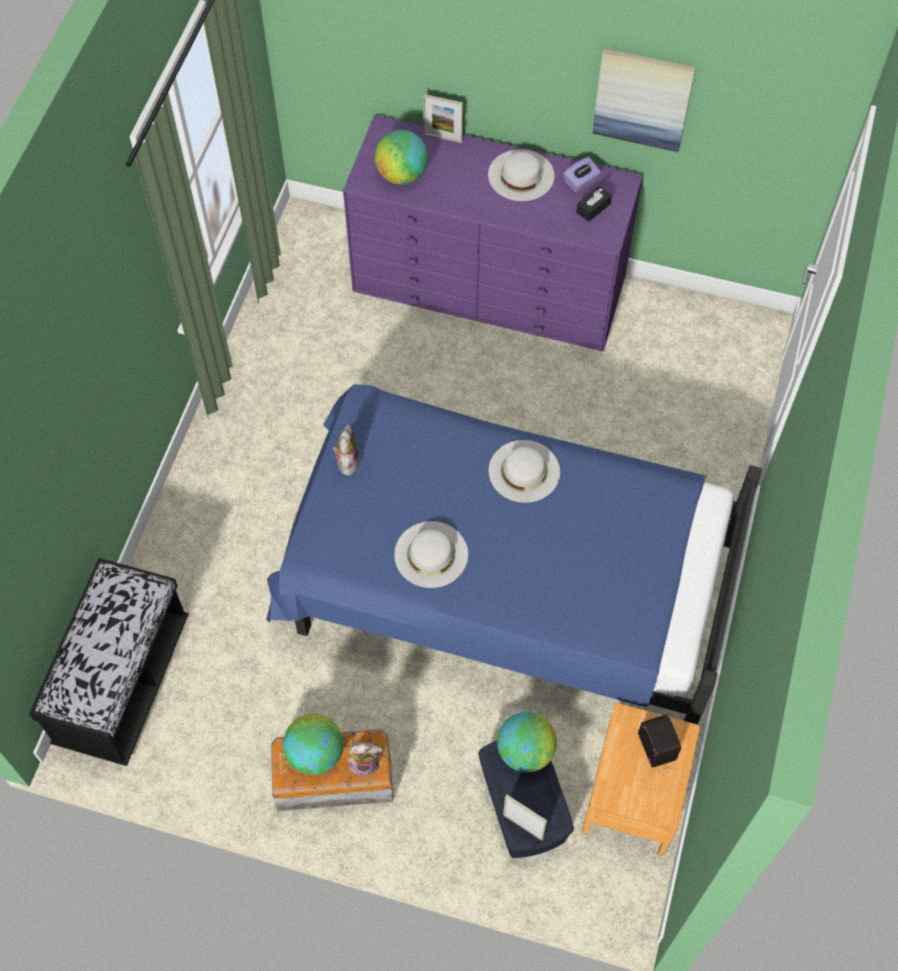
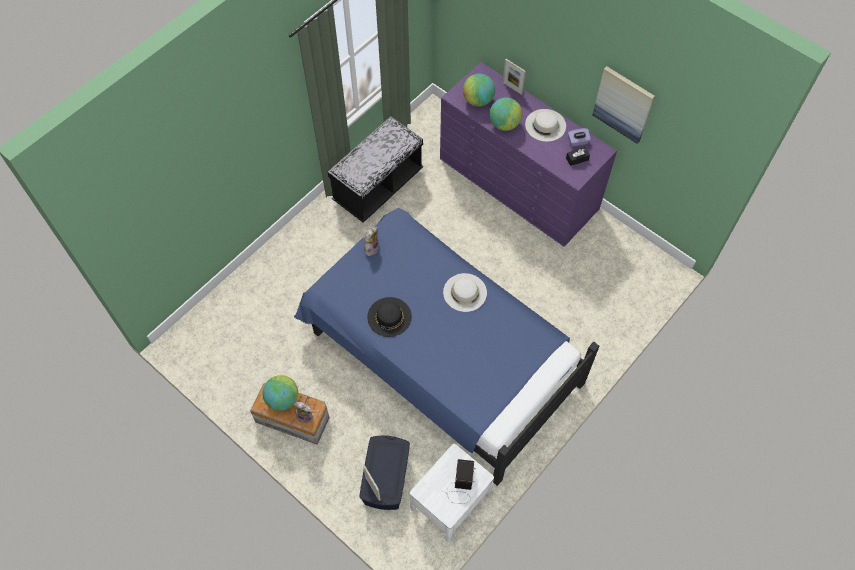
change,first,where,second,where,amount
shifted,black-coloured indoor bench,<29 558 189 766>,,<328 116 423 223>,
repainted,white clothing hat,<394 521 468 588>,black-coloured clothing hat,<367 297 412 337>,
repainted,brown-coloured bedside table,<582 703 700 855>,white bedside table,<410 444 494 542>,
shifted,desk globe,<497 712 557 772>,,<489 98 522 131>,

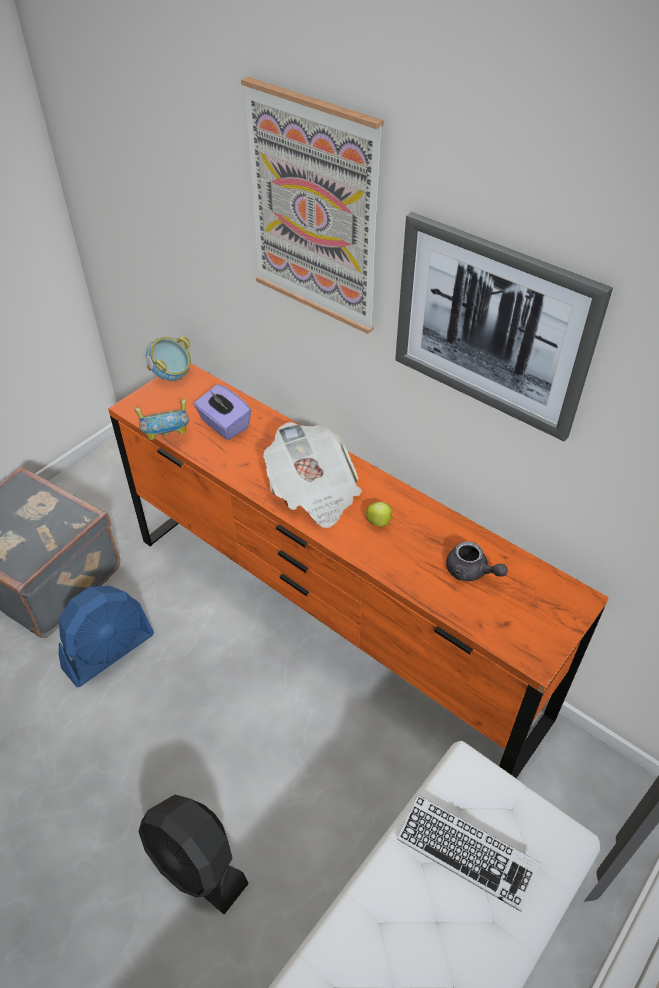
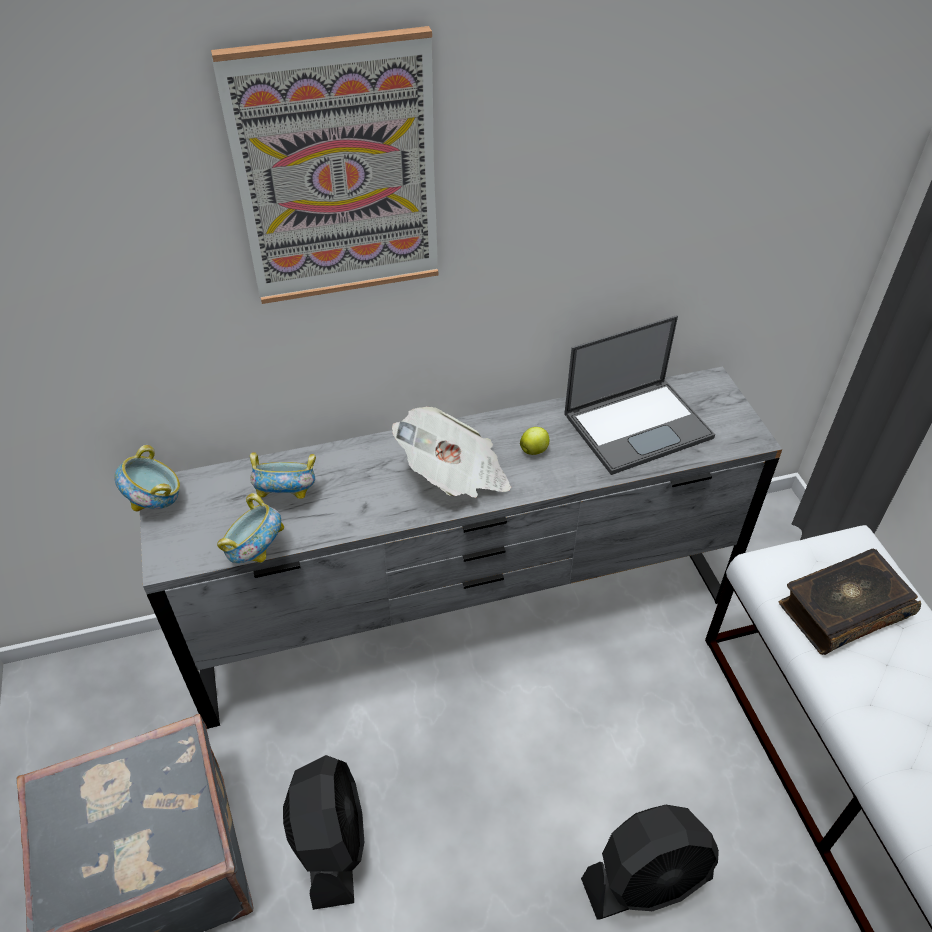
change,first,where,second,where,amount
repainted,orange-coloured drawer chest,<108 363 609 778>,grey drawer chest,<140 366 782 729>,
swapped,purple-coloured tissue holder,<194 384 251 440>,bowl,<250 452 316 499>,
repainted,bluish cooling fan,<59 586 154 687>,black-coloured cooling fan,<283 755 364 910>,
swapped,grey teapot,<446 541 508 581>,laptop,<564 315 715 475>,
swapped,computer keyboard,<397 795 541 912>,volume,<779 548 921 655>,
gone,wall art,<395 212 613 441>,,,

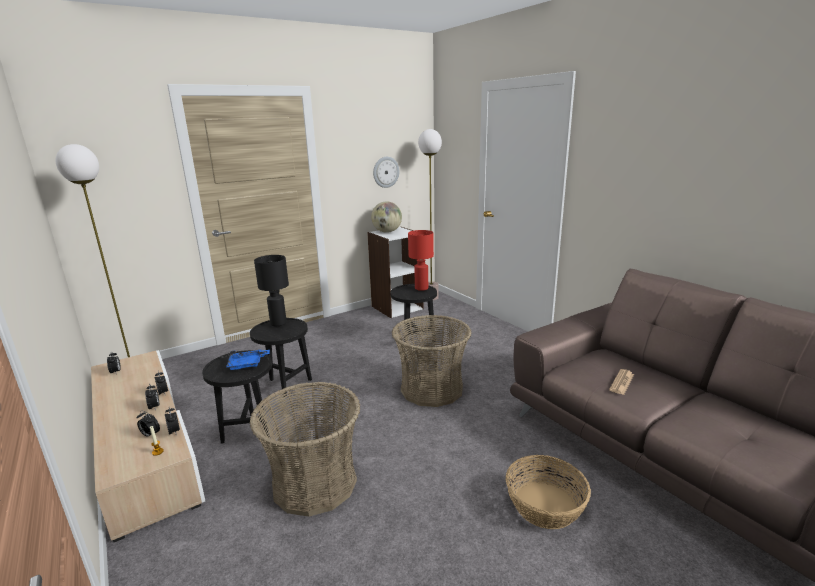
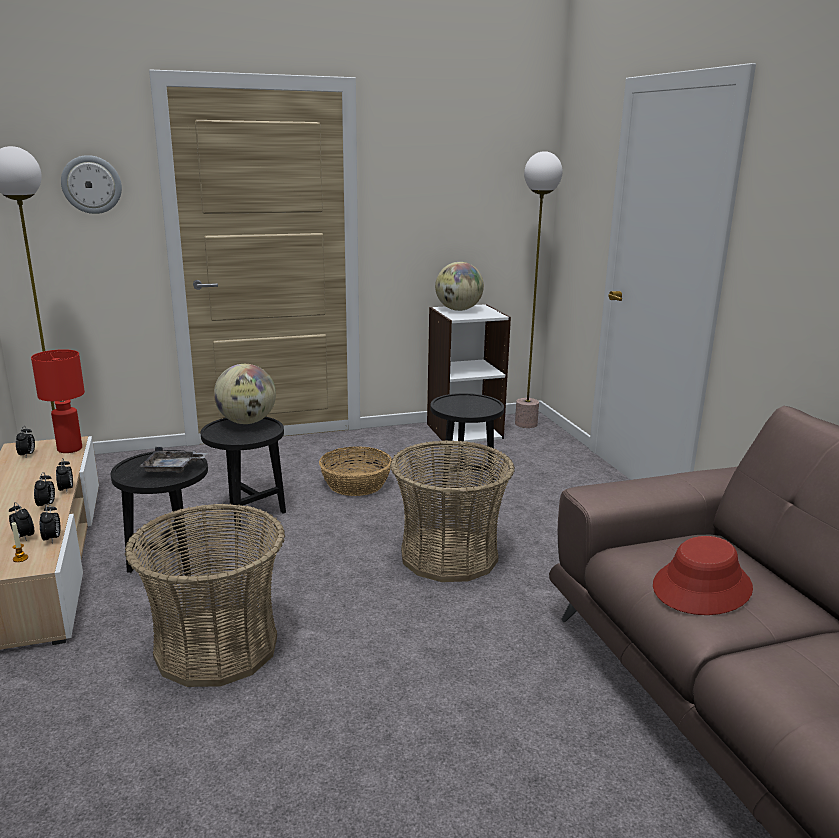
change,first,where,second,where,amount
shifted,red-coloured lamp for a table,<408 230 434 291>,,<31 349 85 453>,
shifted,clock on the wall,<373 157 400 188>,,<61 155 122 214>,
repainted,bluish carrying tray,<226 349 270 370>,grey carrying tray,<139 447 207 473>,
swapped,black-coloured lamp for a table,<254 255 289 326>,desk globe,<214 364 276 424>,
shifted,household basket,<505 455 591 529>,,<319 446 392 496>,
swapped,newspaper,<609 369 634 395>,red-coloured clothing hat,<653 536 753 615>,

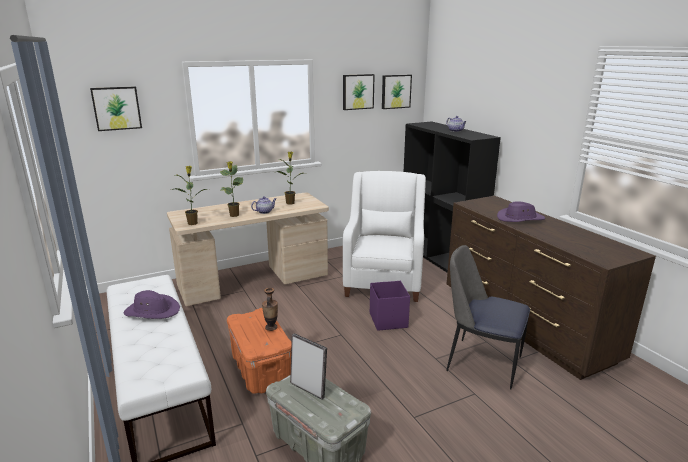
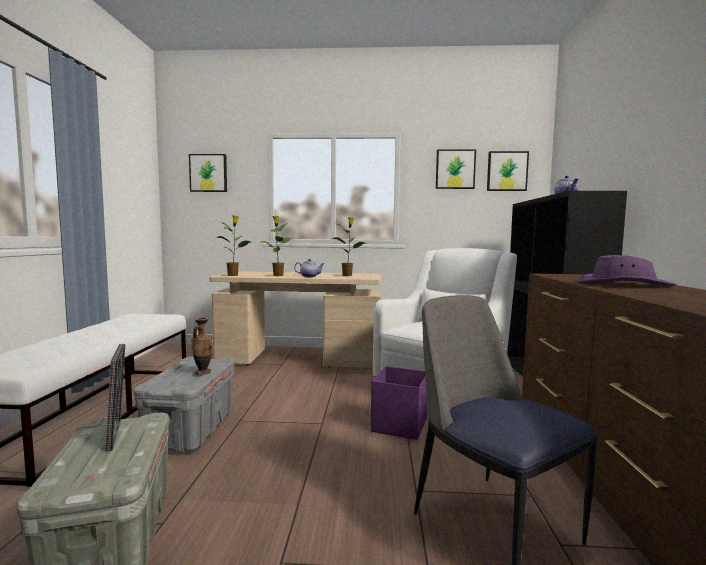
change,first,where,second,where,amount
repainted,orange-coloured storage bin,<227 308 292 394>,grey storage bin,<134 357 235 453>,
gone,purple-coloured clothing hat,<124 290 180 319>,,,

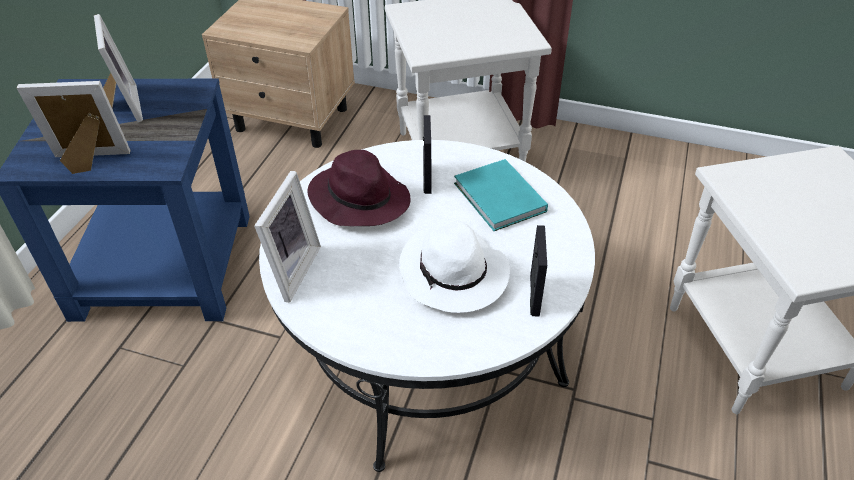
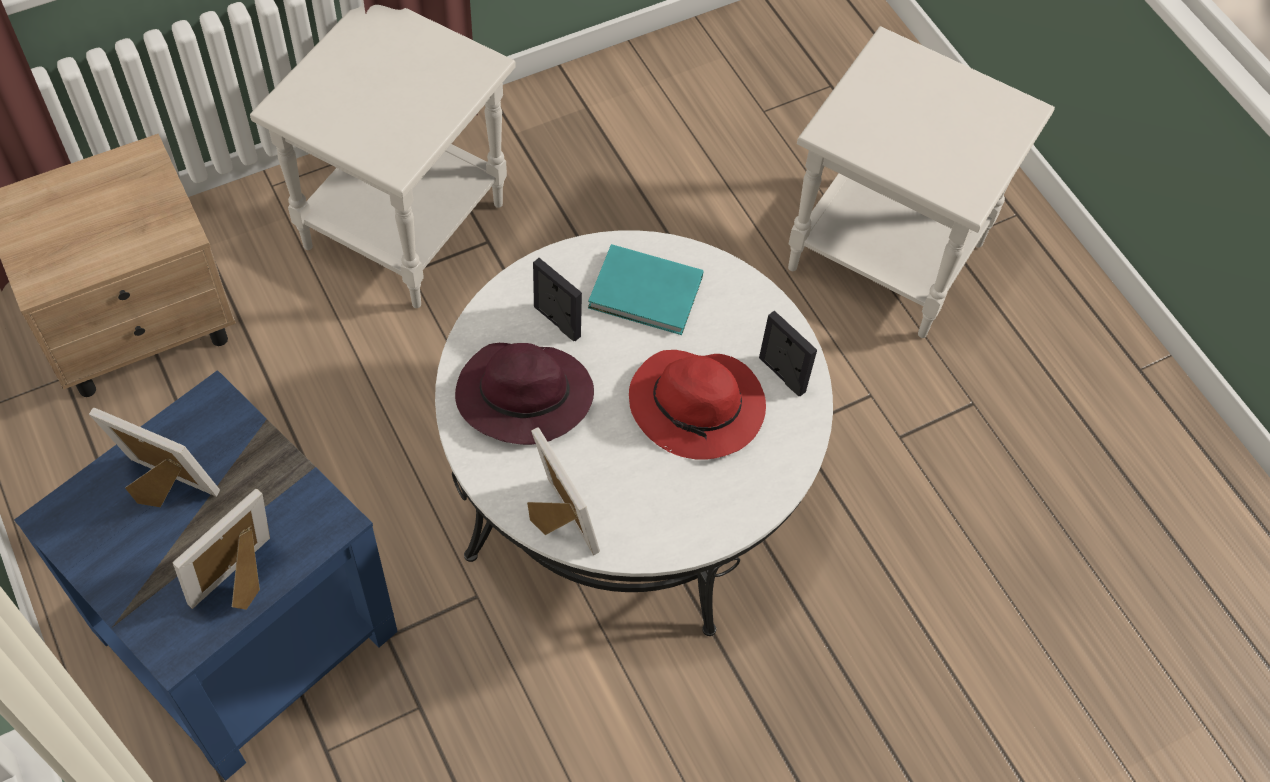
change,first,where,second,where,amount
repainted,white clothing hat,<399 219 510 313>,red-coloured clothing hat,<629 350 766 460>,

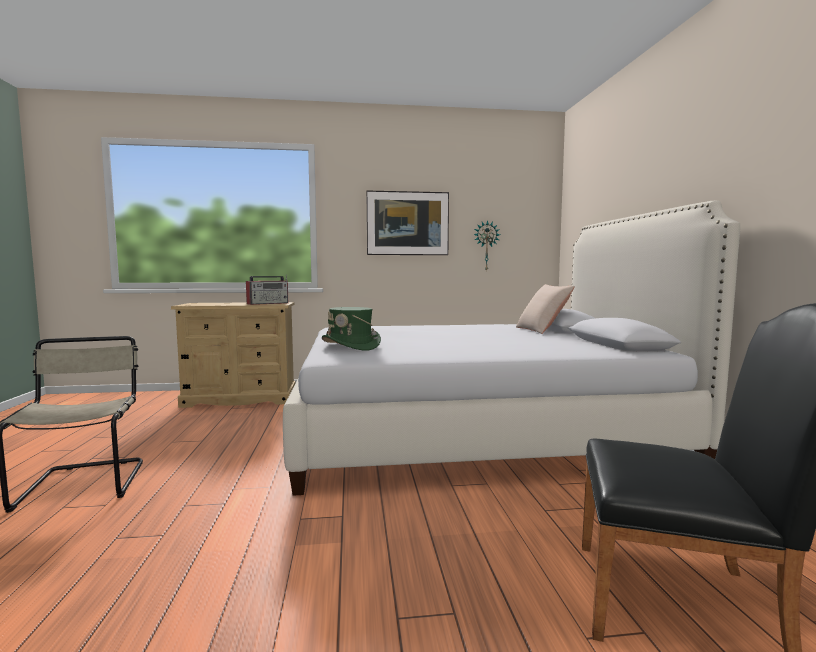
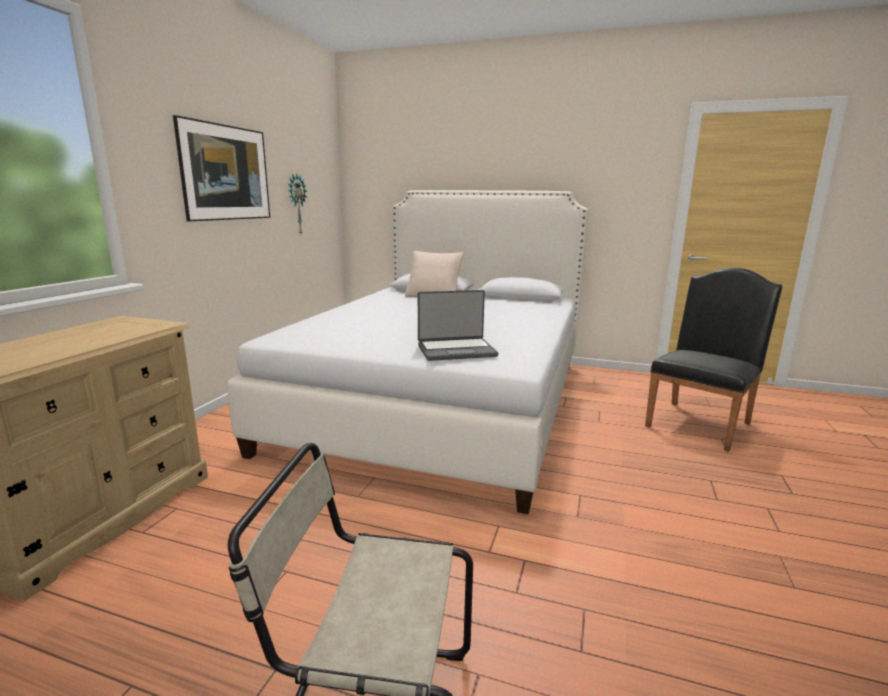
change,first,where,second,where,amount
swapped,green clothing hat,<322 307 381 351>,laptop,<418 290 498 361>,
gone,radio receiver,<246 275 288 305>,,,

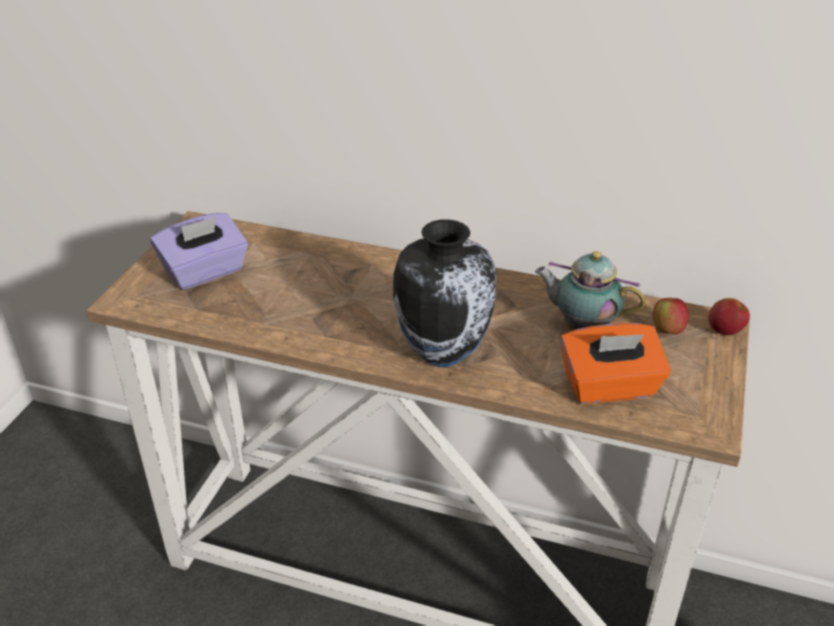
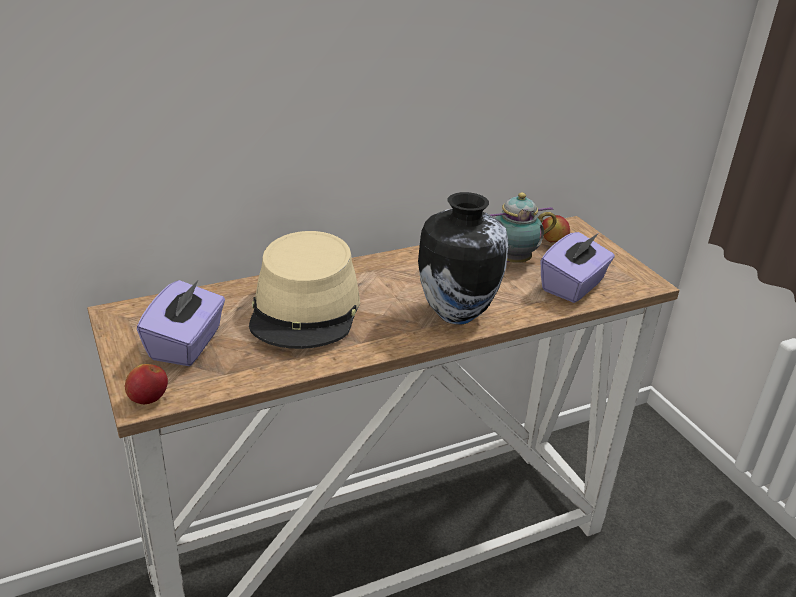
change,first,where,second,where,amount
shifted,whole apple,<708 298 750 335>,,<125 364 168 404>,
new,,,beige clothing hat,<249 231 360 349>,
repainted,orange-coloured tissue holder,<560 323 671 404>,purple-coloured tissue holder,<541 232 615 303>,

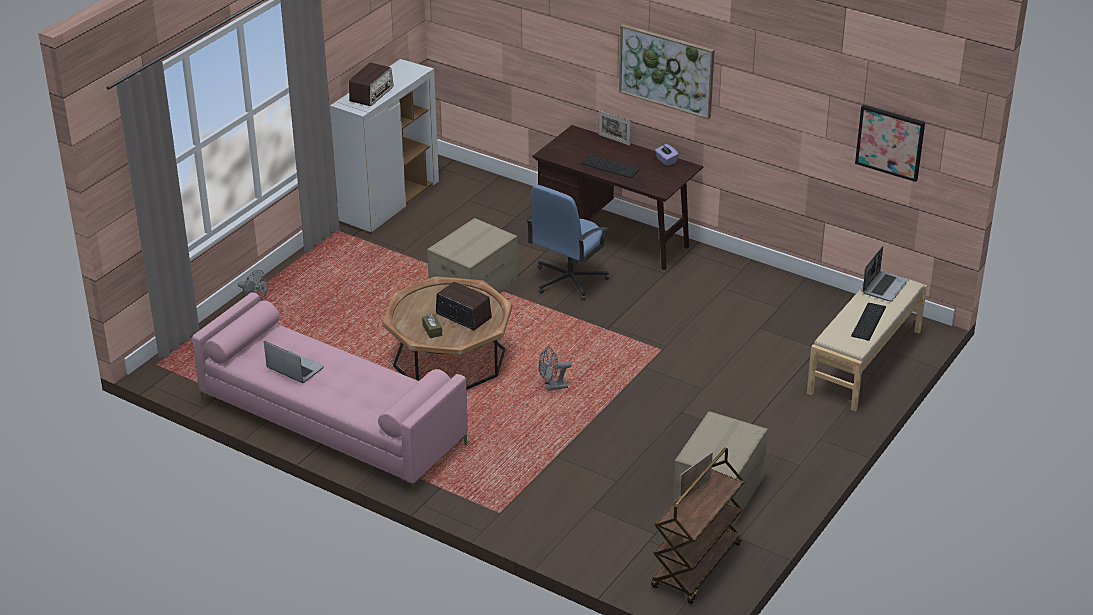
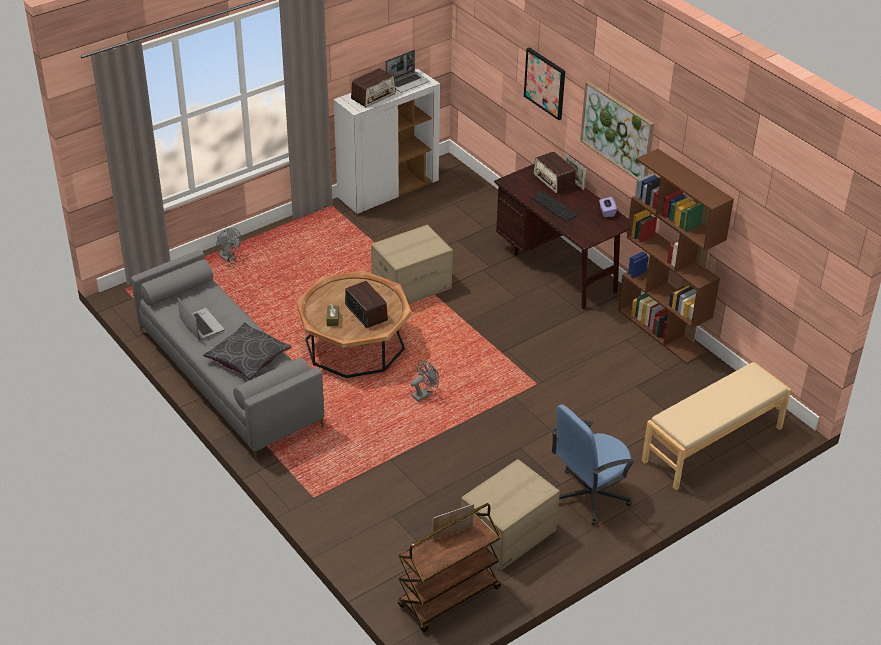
change,first,where,second,where,amount
repainted,pinkish settee,<192 292 468 495>,grey settee,<131 250 324 461>,
new,,,grey throw pillow,<203 322 292 380>,
shifted,laptop,<863 246 909 301>,,<385 50 429 93>,
rotated,grey cooling fan,<539 347 572 391>,,<410 360 439 402>,135 degrees clockwise
shifted,wall art,<855 105 925 182>,,<524 47 565 120>,
new,,,radio receiver,<533 151 575 194>,
shifted,bluish computer chair,<526 185 610 301>,,<551 405 635 526>,
new,,,brown-coloured shelving unit,<618 149 734 364>,
gone,computer keyboard,<851 303 886 341>,,,

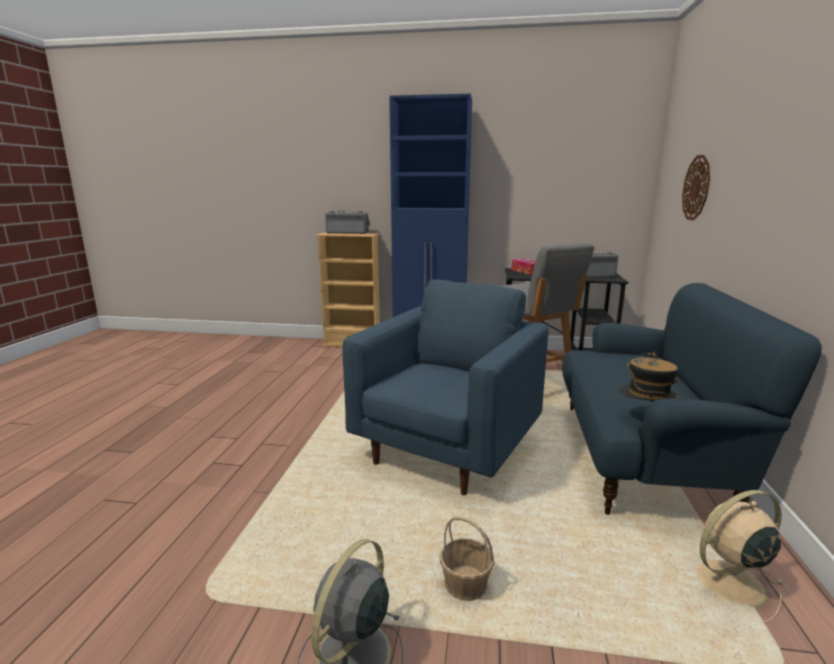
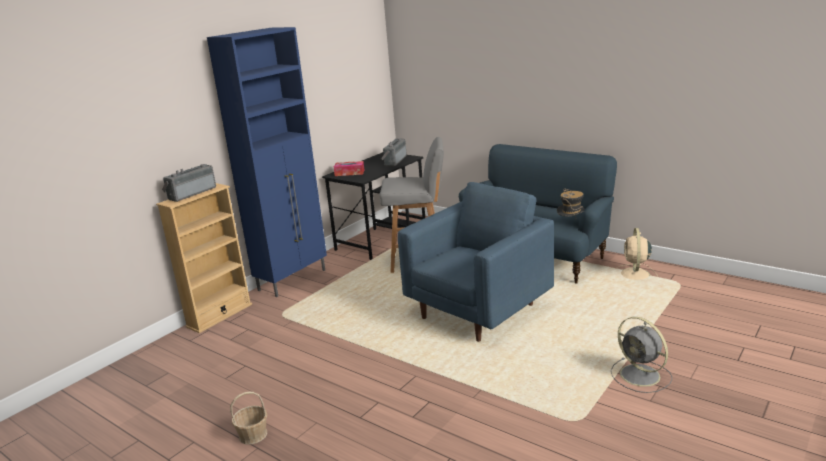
change,first,where,second,where,amount
shifted,household basket,<440 516 494 601>,,<230 392 267 445>,
rotated,bluish armchair,<342 279 548 495>,,<398 182 554 342>,75 degrees clockwise
gone,clock on the wall,<682 155 710 220>,,,

